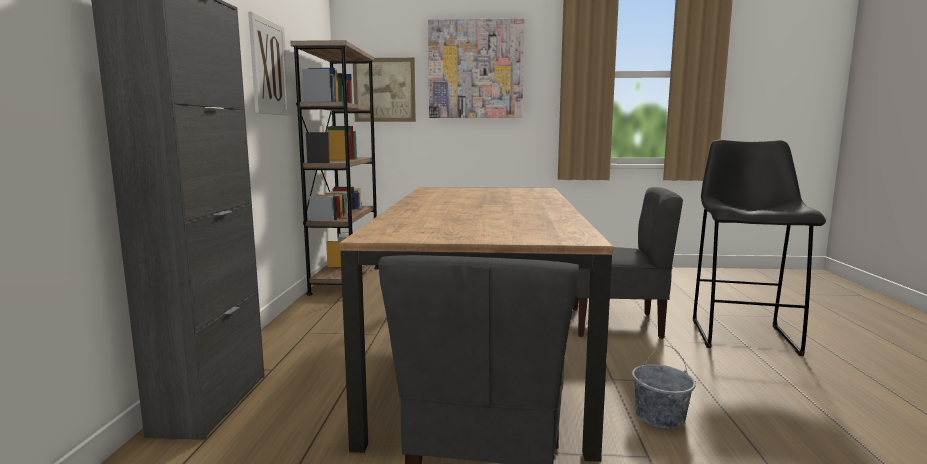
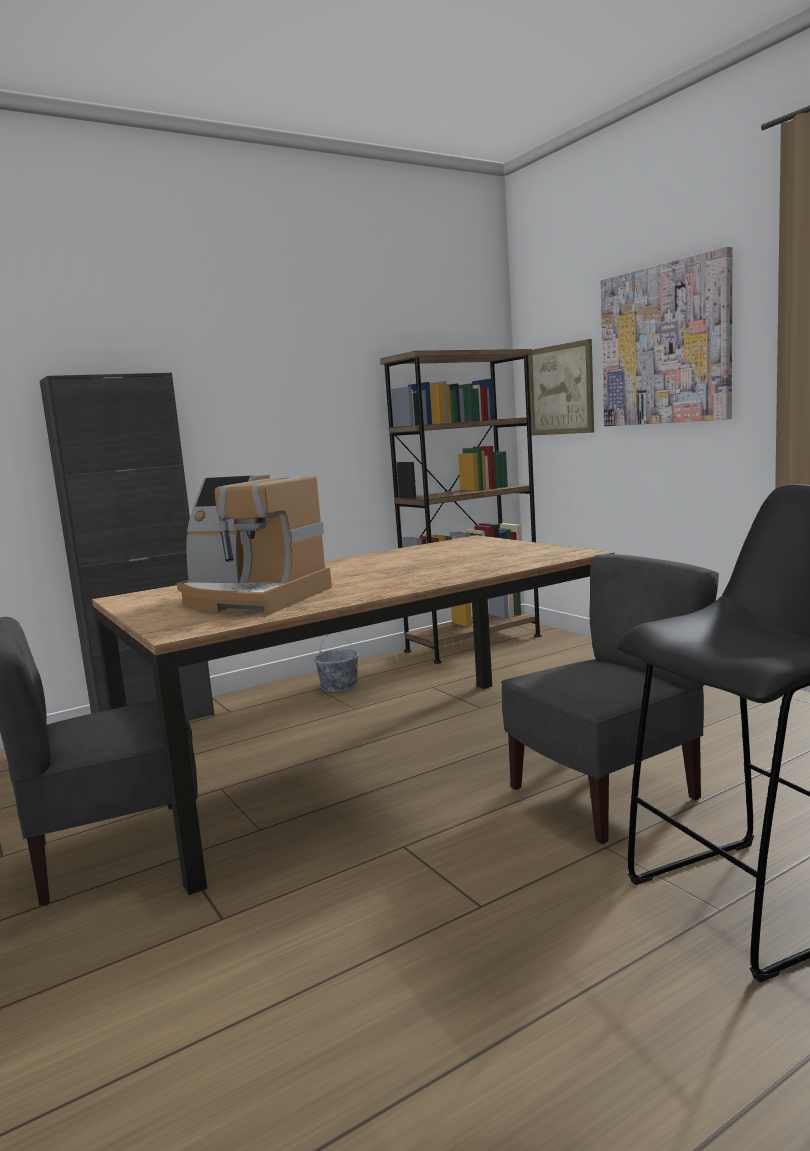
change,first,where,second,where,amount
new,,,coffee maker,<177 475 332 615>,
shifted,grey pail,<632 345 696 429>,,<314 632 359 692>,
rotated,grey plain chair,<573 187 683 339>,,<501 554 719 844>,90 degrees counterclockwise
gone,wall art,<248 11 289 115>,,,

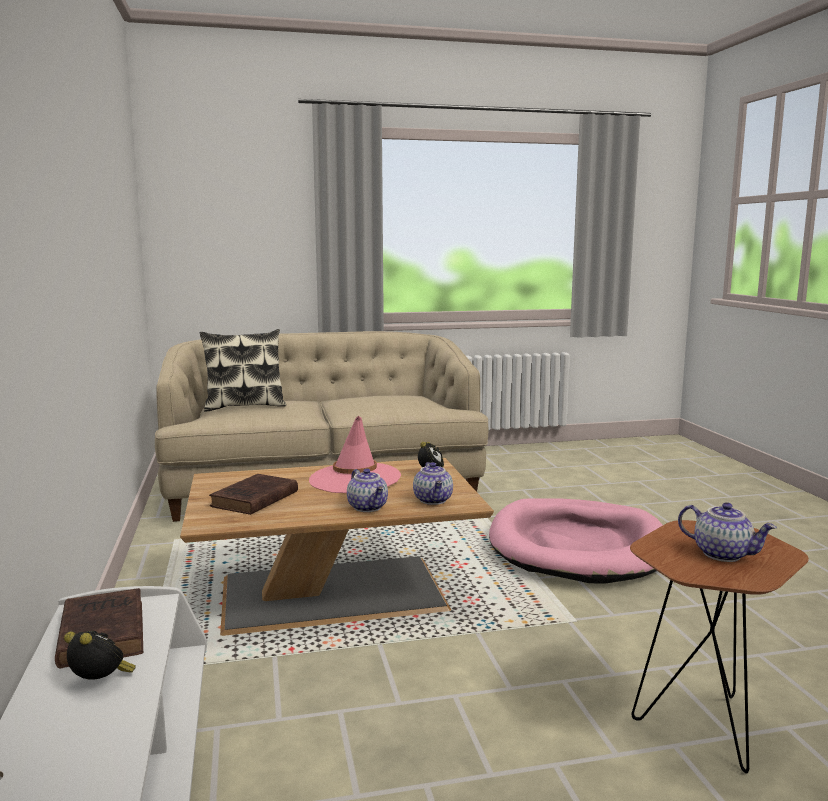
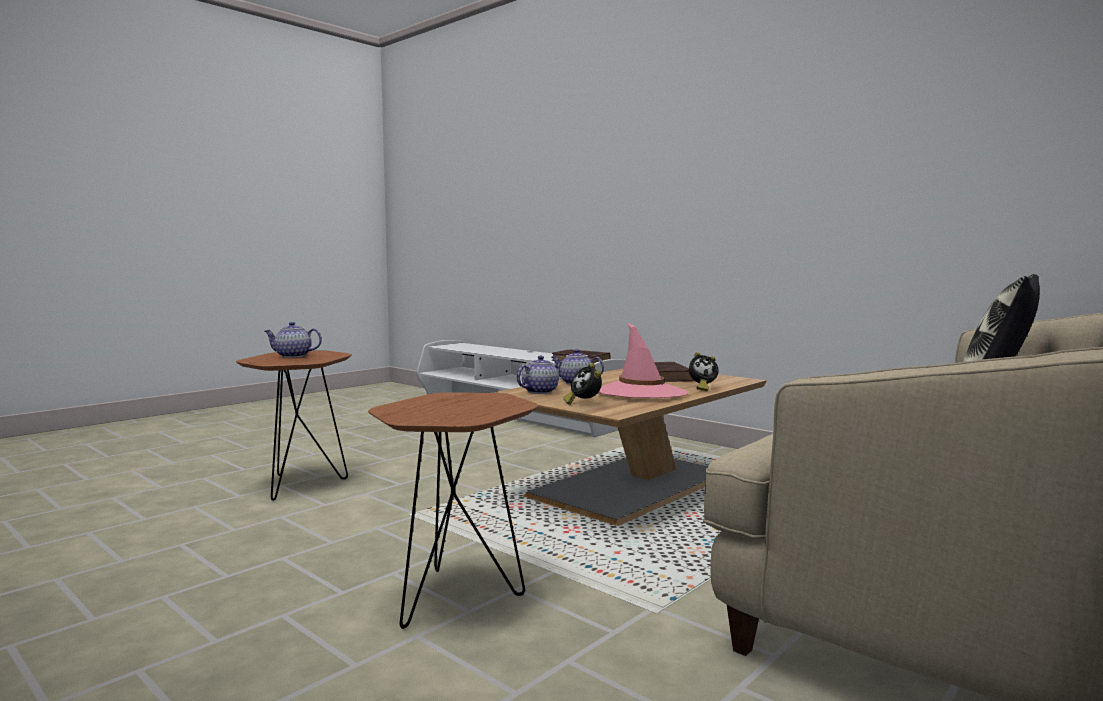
change,first,where,second,where,amount
swapped,pinkish dog cushion,<489 498 663 584>,brown-coloured end table,<368 392 538 629>,
rotated,teapot,<413 462 453 505>,,<517 356 563 394>,90 degrees clockwise
shifted,table clock,<64 631 136 680>,,<689 352 719 391>,

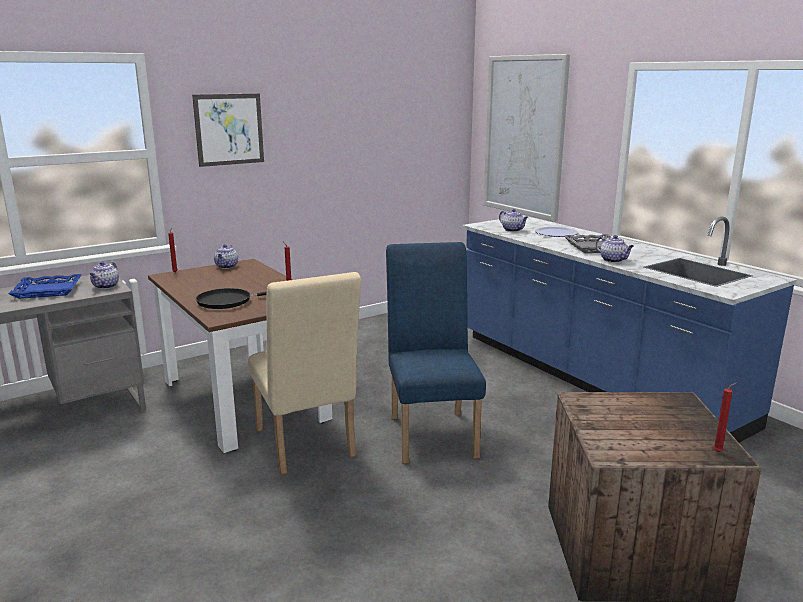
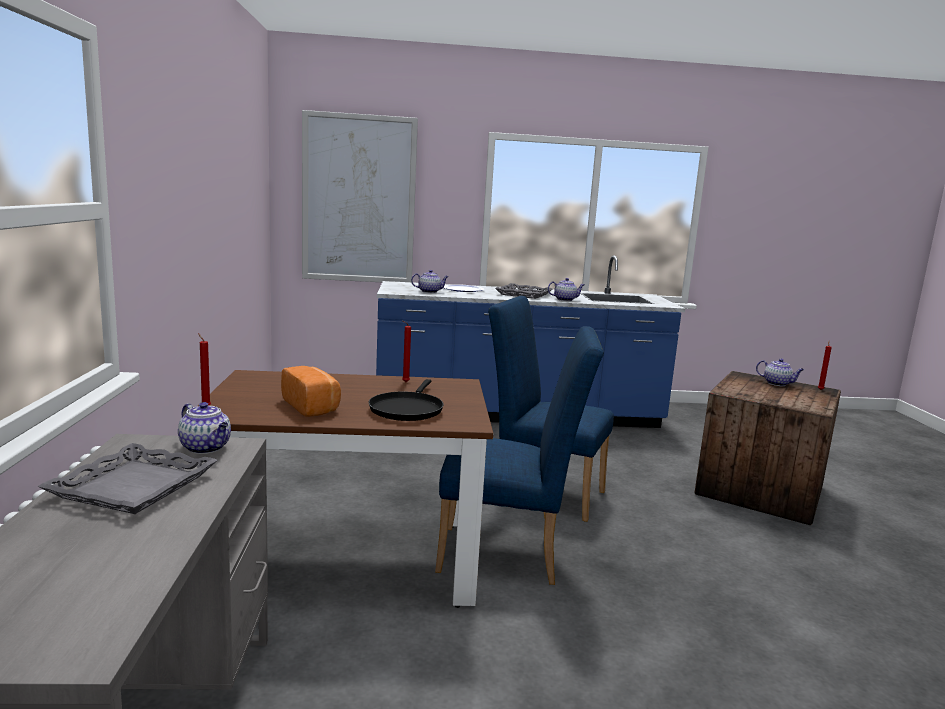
change,first,where,second,where,amount
repainted,bluish carrying tray,<8 274 82 299>,grey carrying tray,<37 443 218 514>,
new,,,bread,<281 366 341 417>,
repainted,beige plain chair,<248 272 362 475>,bluish plain chair,<435 326 604 585>,
shifted,teapot,<214 244 238 269>,,<756 358 804 386>,
gone,wall art,<192 94 264 167>,,,

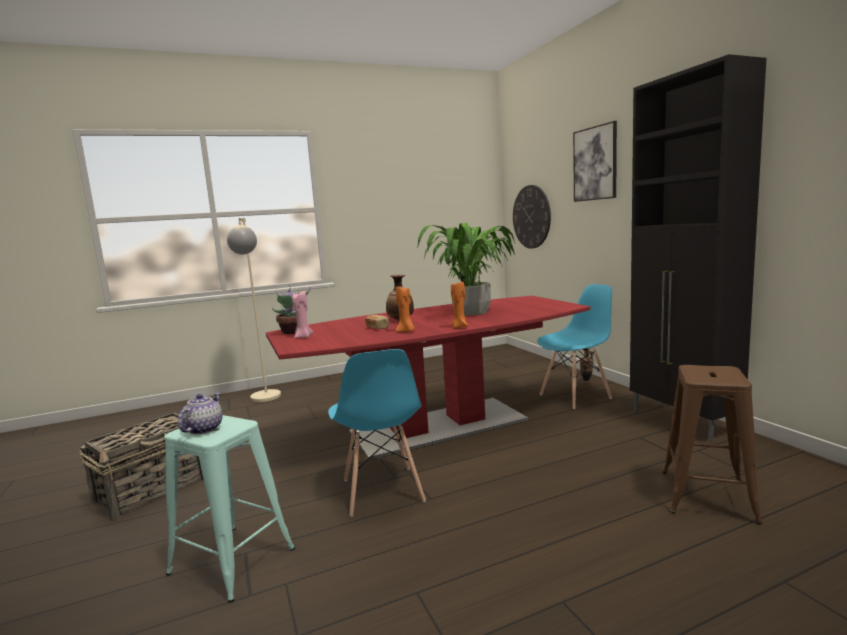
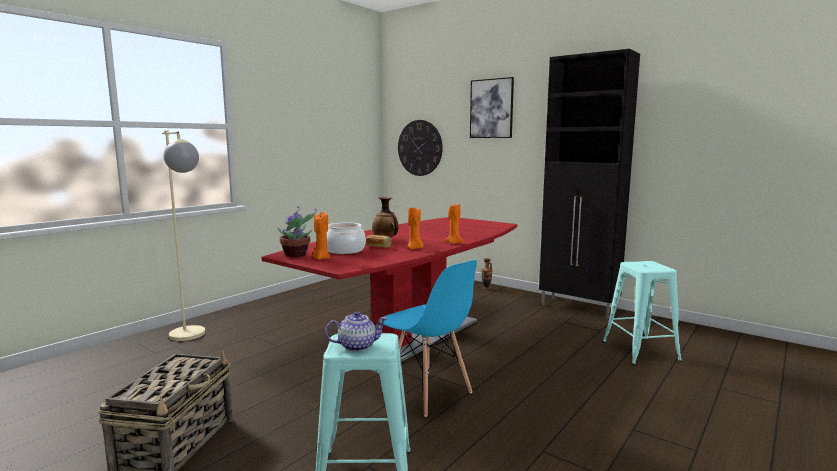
change,first,where,second,where,amount
repainted,pinkish candle,<292 291 314 338>,orange-coloured candle,<312 212 330 259>,
rotated,teapot,<178 393 222 435>,,<325 311 388 352>,90 degrees clockwise
new,,,saucepot,<327 222 366 254>,
repainted,brown-coloured stool,<663 365 762 525>,turquoise stool,<602 261 682 365>,
gone,potted plant,<417 223 515 315>,,,
gone,bluish plain chair,<537 284 612 409>,,,

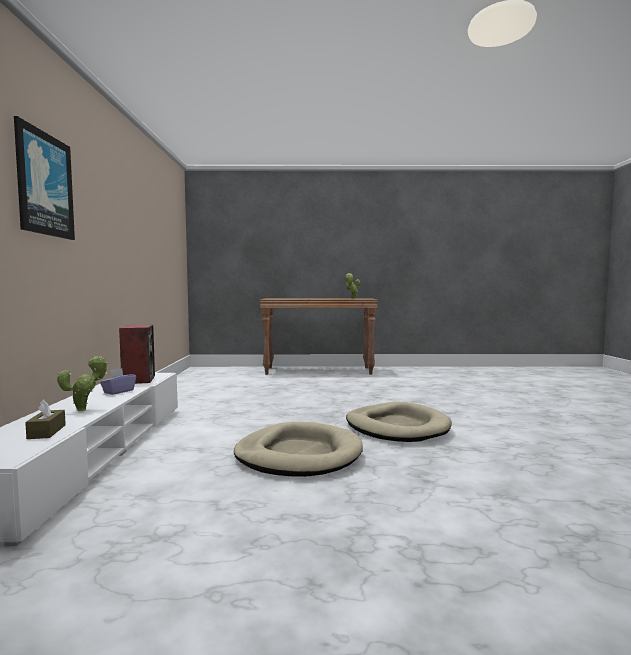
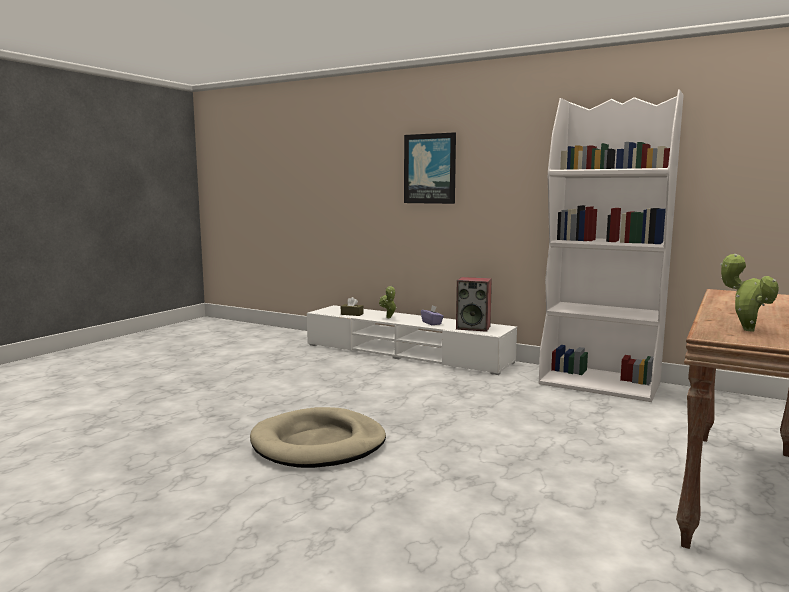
change,first,where,second,where,amount
new,,,white shelving unit,<539 89 684 402>,
gone,beige dog cushion,<234 422 363 477>,,,

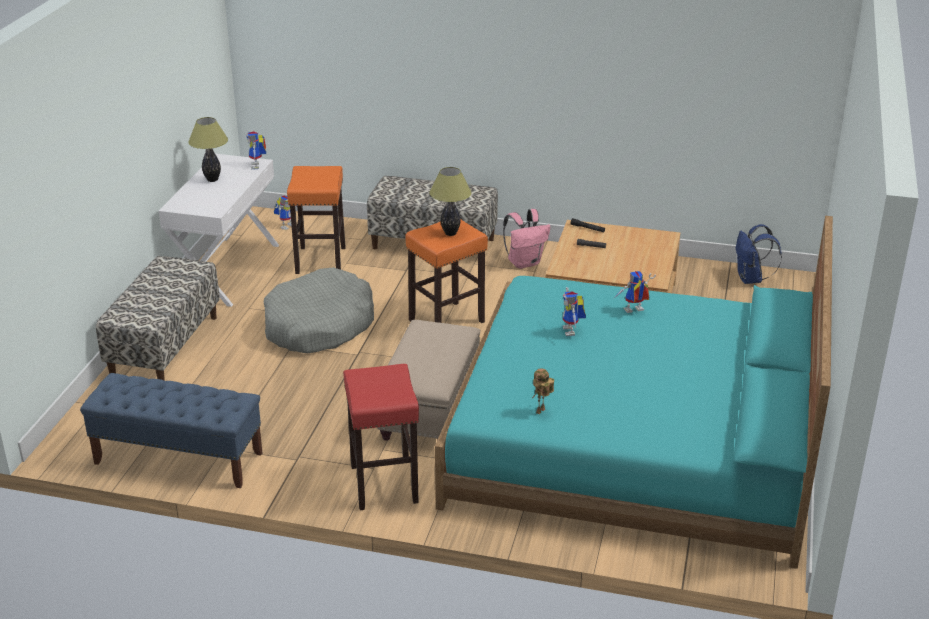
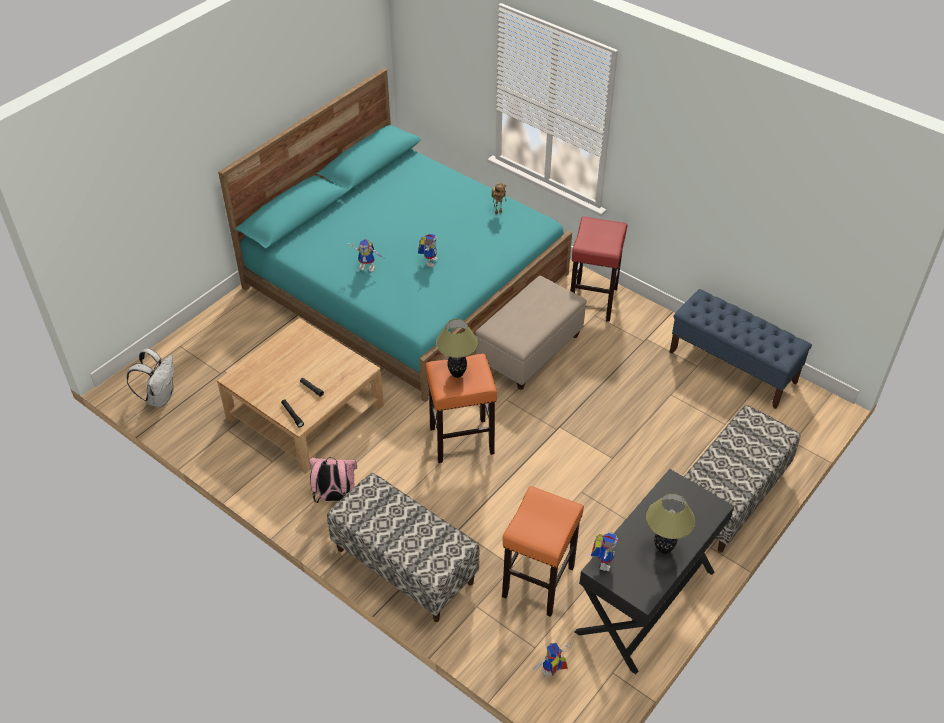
change,first,where,second,where,amount
repainted,bluish rucksack,<736 224 782 284>,white rucksack,<127 348 174 408>,
repainted,white desk,<159 154 279 307>,black-coloured desk,<575 469 734 674>,
gone,grey dog cushion,<264 267 374 353>,,,

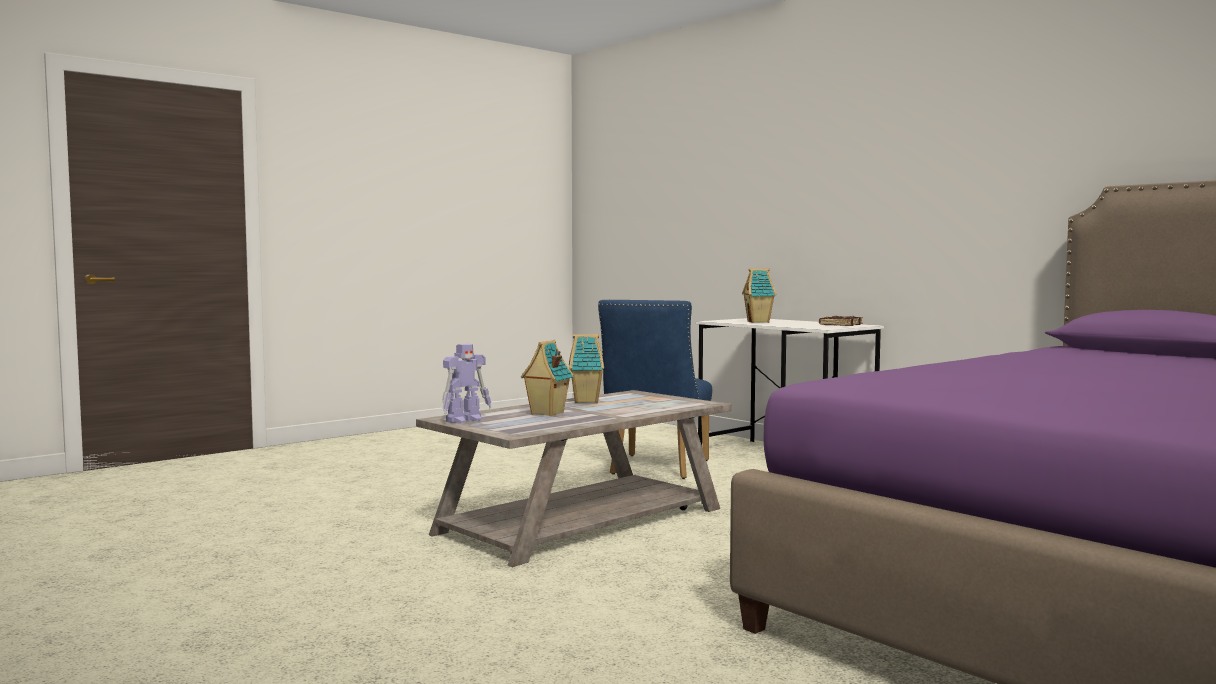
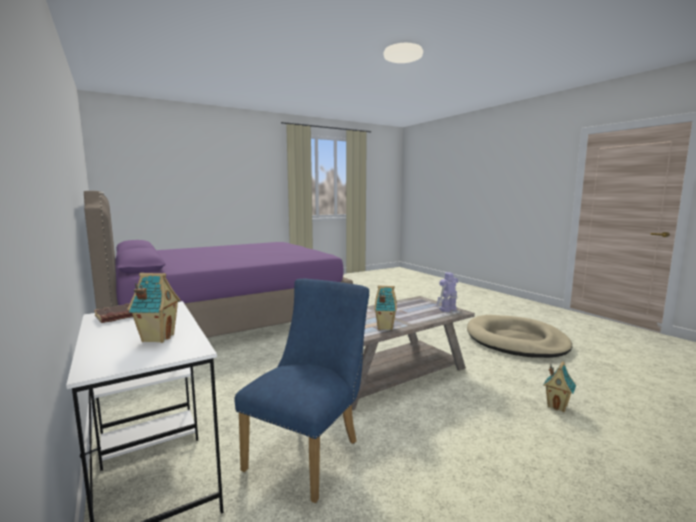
change,first,where,second,where,amount
new,,,beige dog cushion,<467 315 572 358>,
shifted,miniature house,<521 340 573 416>,,<543 361 576 412>,

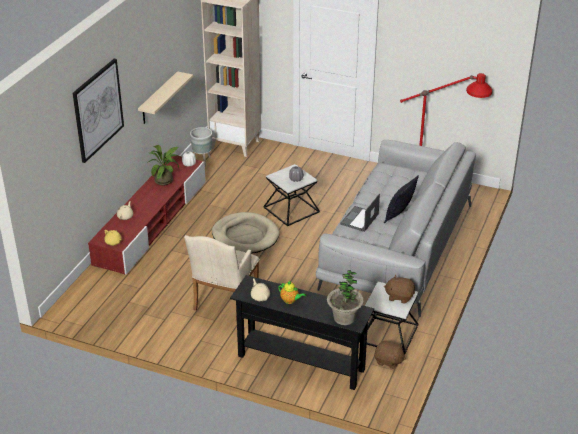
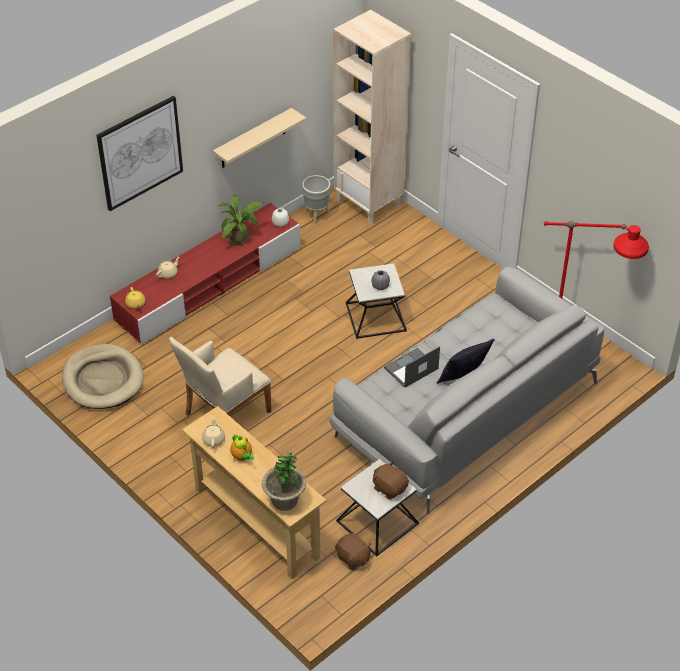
change,first,where,second,where,amount
shifted,beige dog cushion,<212 212 280 254>,,<62 344 144 409>,
repainted,black-coloured hall table,<230 275 374 390>,beige hall table,<182 406 326 579>,

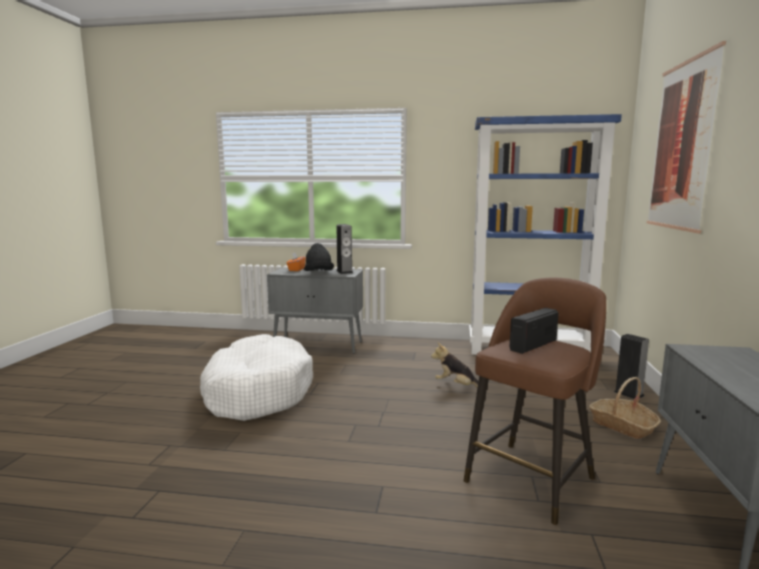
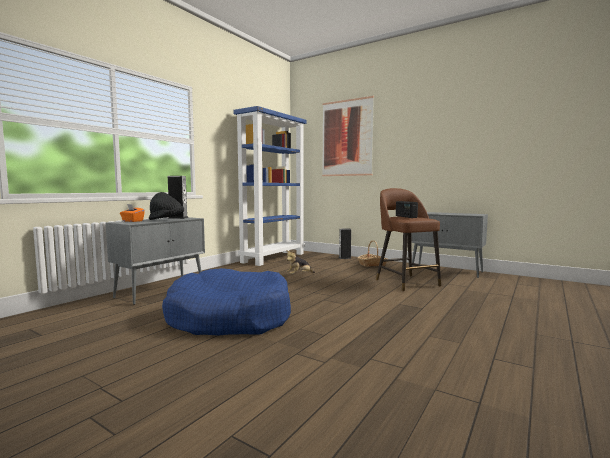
change,first,where,second,where,amount
repainted,white dog cushion,<200 334 313 421>,bluish dog cushion,<162 268 291 336>,

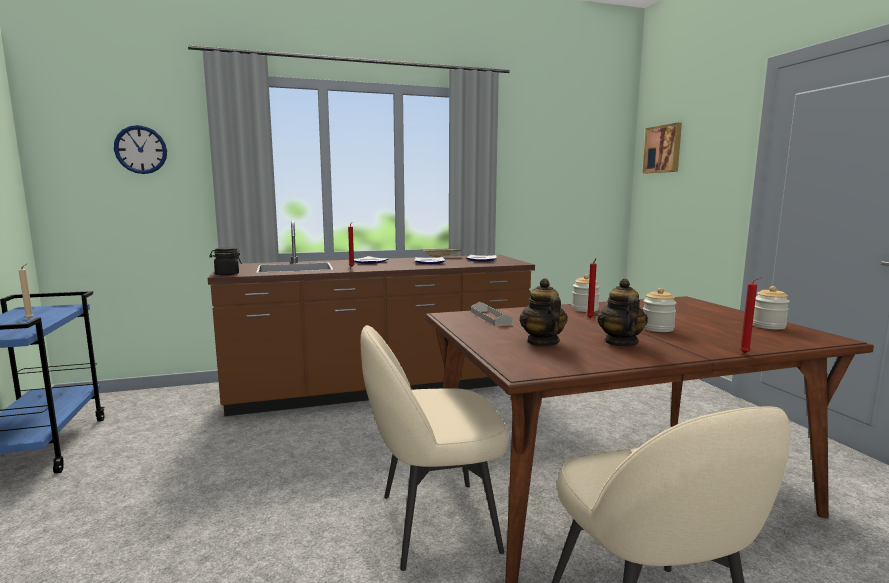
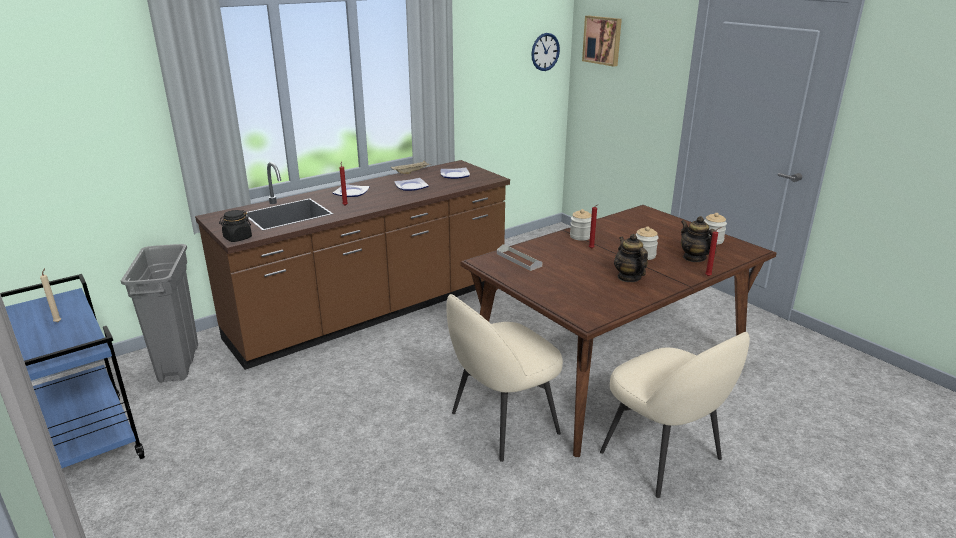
change,first,where,second,where,amount
new,,,grey trash can,<121 244 198 383>,
shifted,clock on the wall,<114 125 167 174>,,<531 33 560 71>,
shifted,teapot,<520 278 568 346>,,<681 216 717 262>,

